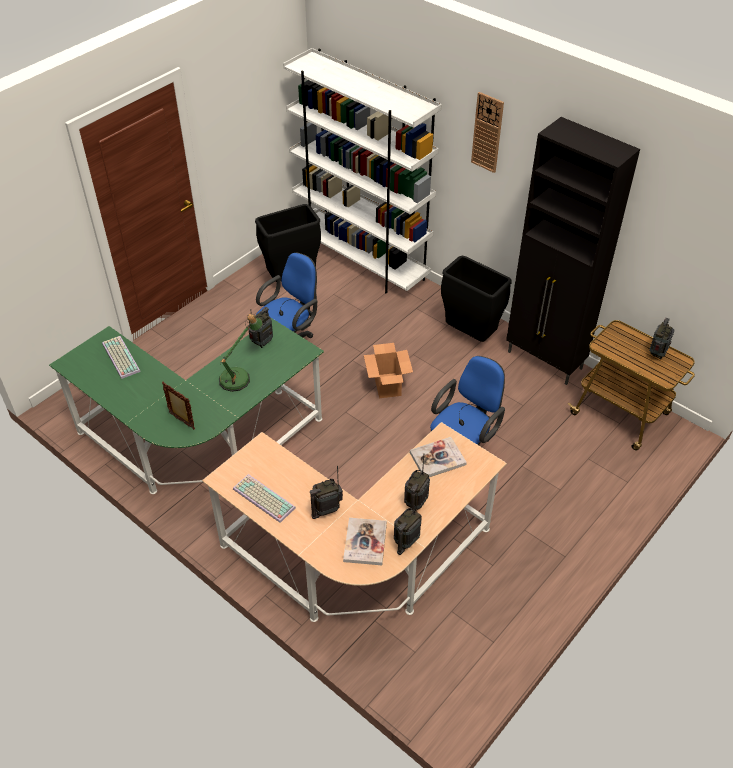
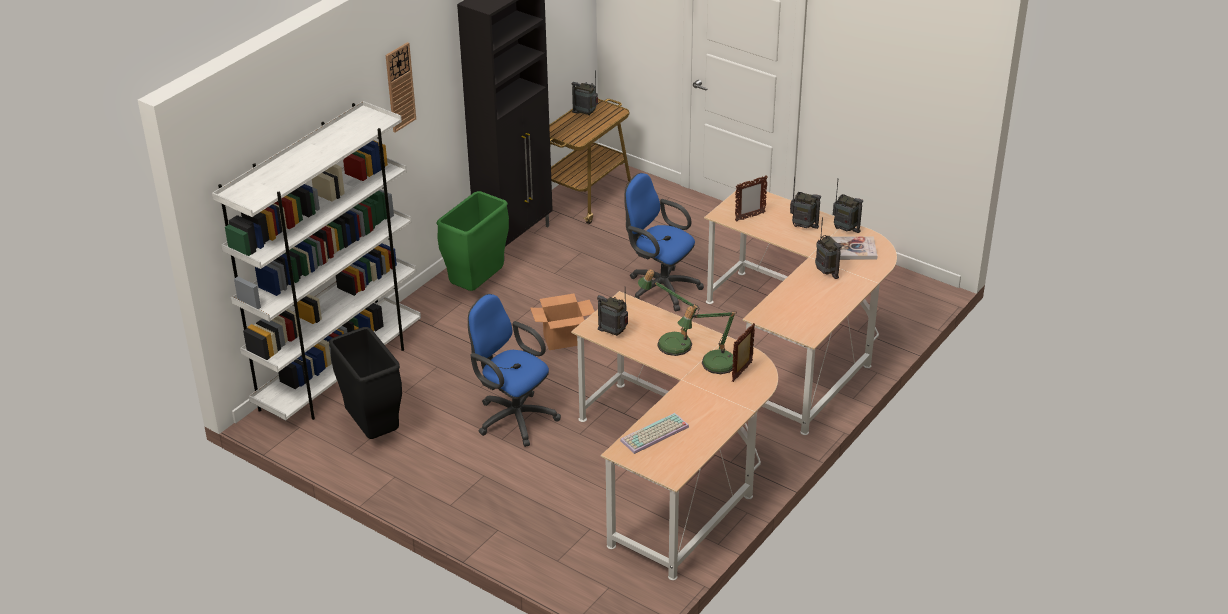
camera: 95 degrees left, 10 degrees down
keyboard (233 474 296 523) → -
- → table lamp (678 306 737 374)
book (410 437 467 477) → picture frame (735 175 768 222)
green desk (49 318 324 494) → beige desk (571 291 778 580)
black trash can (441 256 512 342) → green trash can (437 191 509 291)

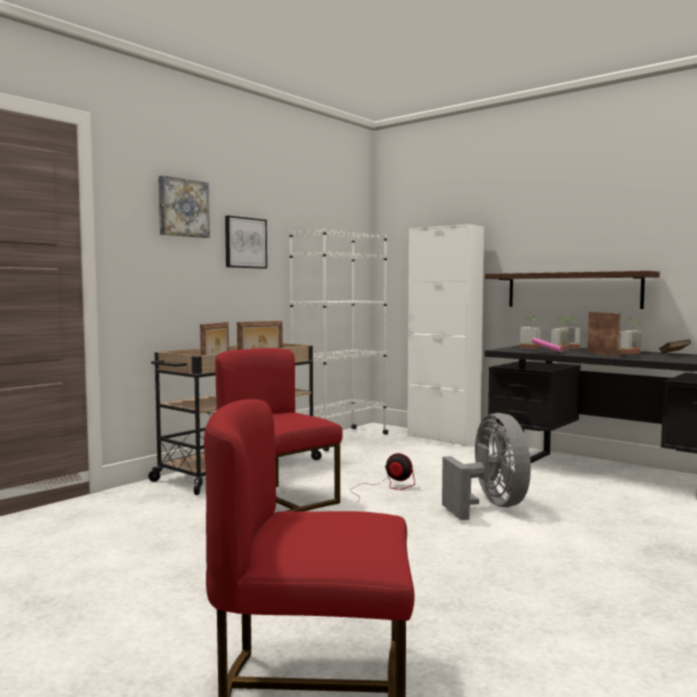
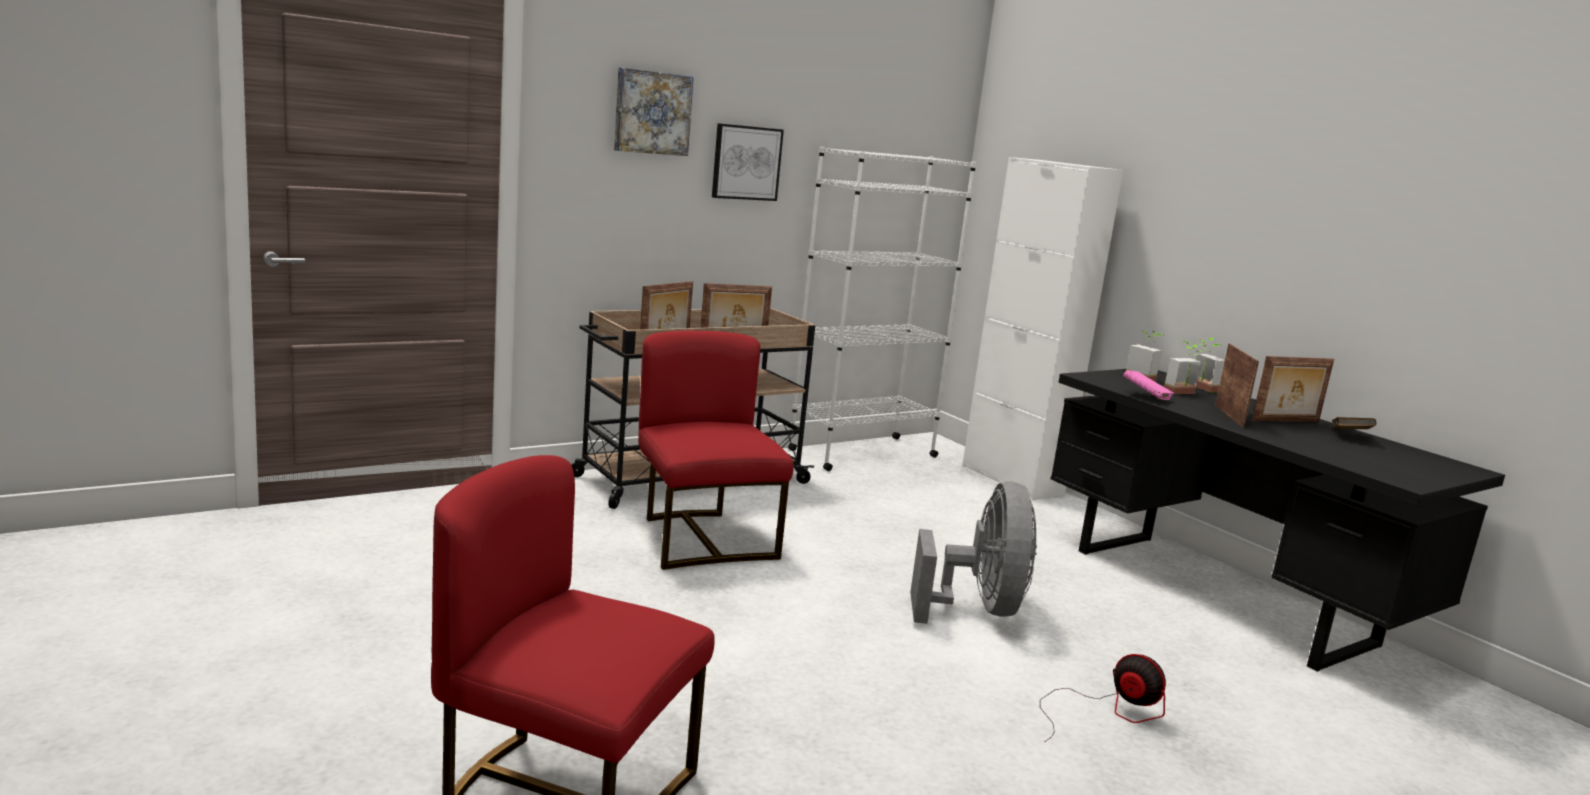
camera: 15 degrees right, 10 degrees up
shelf (485 271 660 309) → -
fan (350 453 415 502) → fan (1040 654 1166 742), move
potted plant (620 318 641 354) → picture frame (1252 356 1334 422)

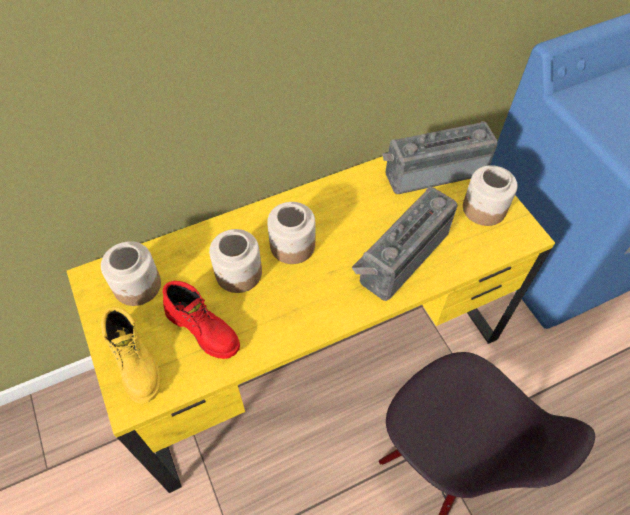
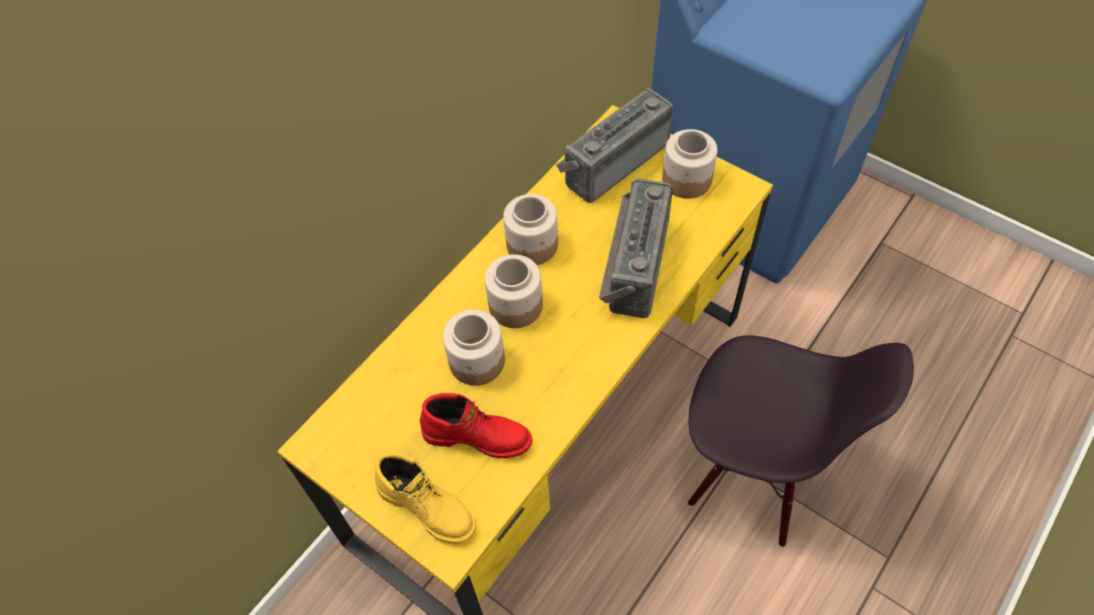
camera: 25 degrees left, 0 degrees up
jar (101 241 161 306) → jar (503 194 558 265), move

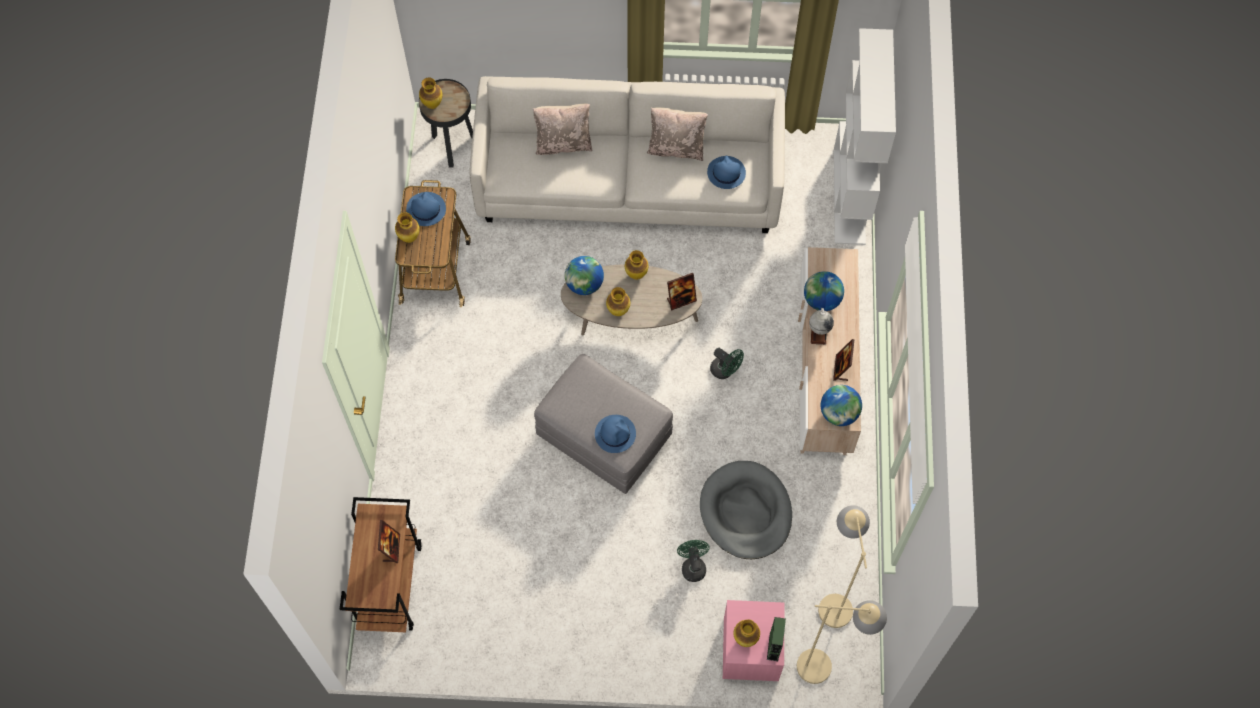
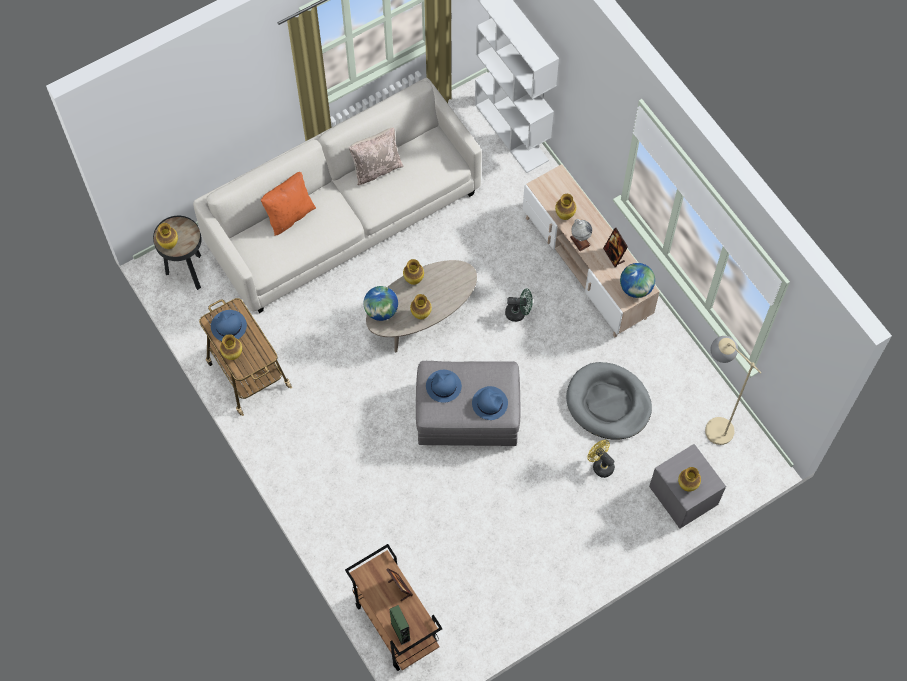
camera: 35 degrees left, 0 degrees up
picture frame (667 273 697 310) → -
beige floor lamp (797 600 887 684) → -
blue hat (707 155 746 189) → blue hat (426 370 462 403), move
green speaker (767 617 786 661) → green speaker (389 605 411 645), move
globe (804 271 844 311) → vase (555 194 576 220)
beige pillow (533 103 593 155) → orange pillow (261 172 316 236)
green fan (677 540 710 582) → yellow fan (587 440 615 478)
pink nightstand (723 600 785 681) → grey nightstand (649 444 726 529)

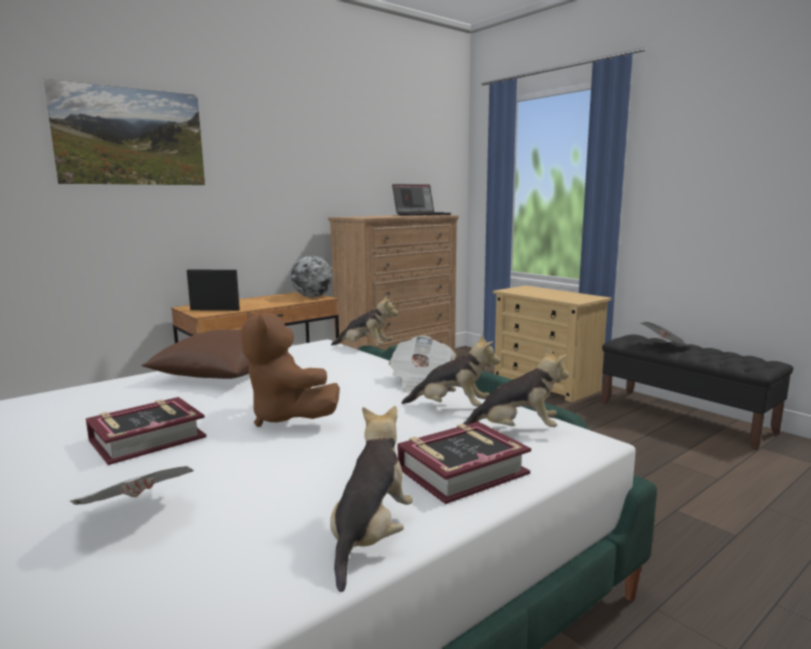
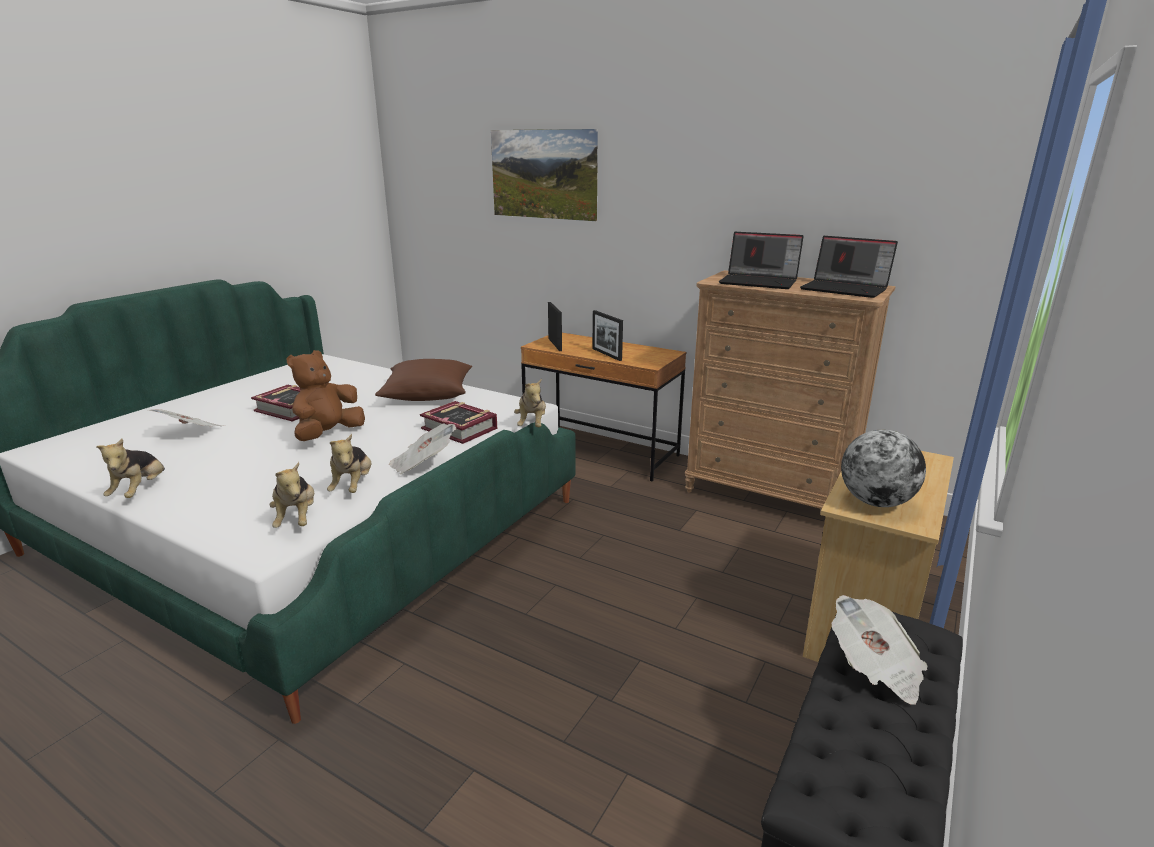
camera: 70 degrees right, 10 degrees up
- → picture frame (592 310 623 361)
- → laptop (719 232 804 289)
globe (291 256 333 298) → globe (841 430 926 507), move
book (398 422 531 504) → book (420 401 497 444), move
plush toy (330 406 413 592) → plush toy (96 439 165 498), 90 degrees clockwise

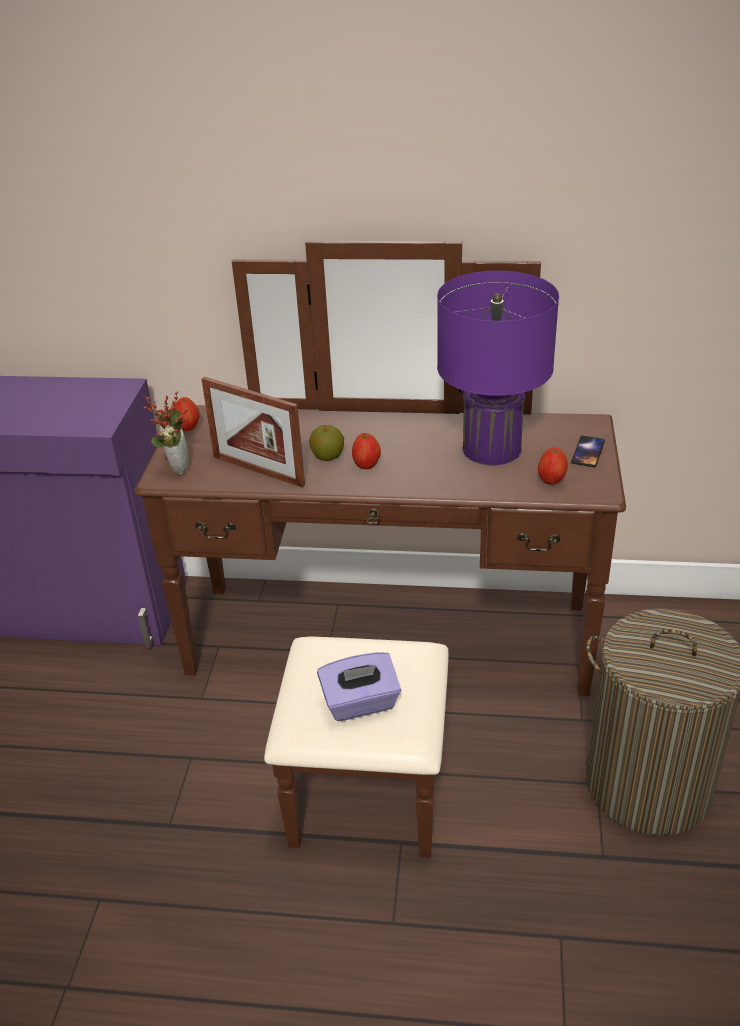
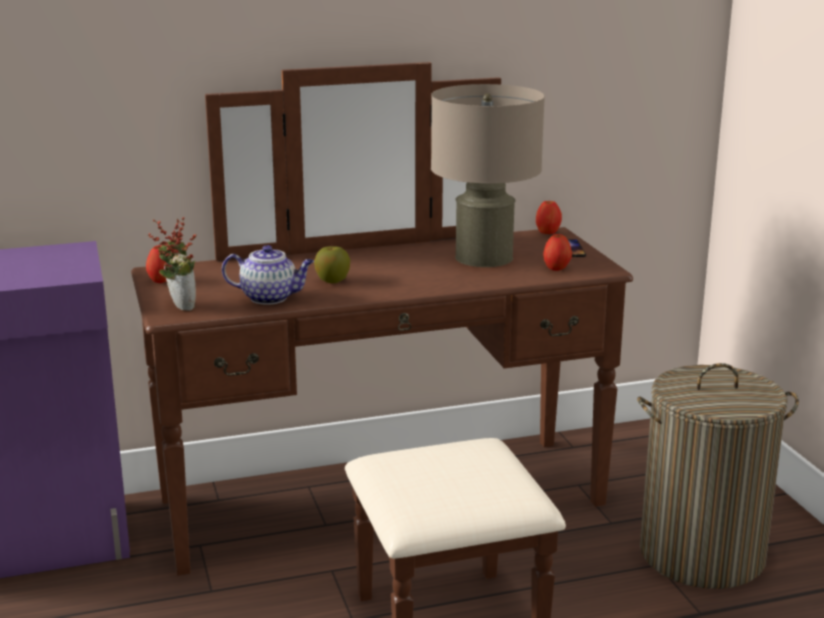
camera: 25 degrees left, 15 degrees down
purple tissue box (317 652 401 721) → -
apple (352 433 381 469) → apple (536 201 562 234), move
picture frame (201 377 305 487) → teapot (222 245 314 305)
purple table lamp (437 271 559 466) → beige table lamp (431 84 545 267)

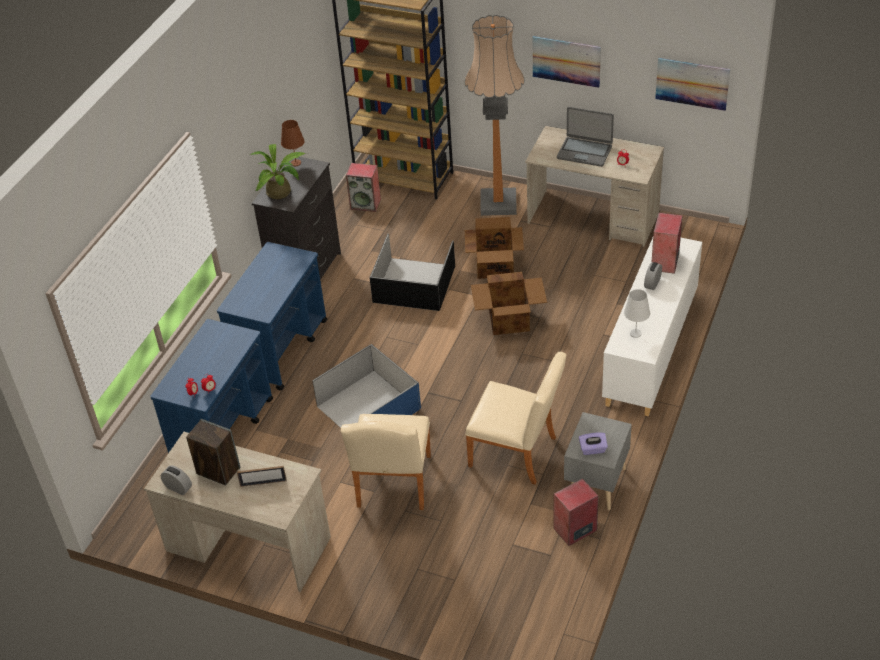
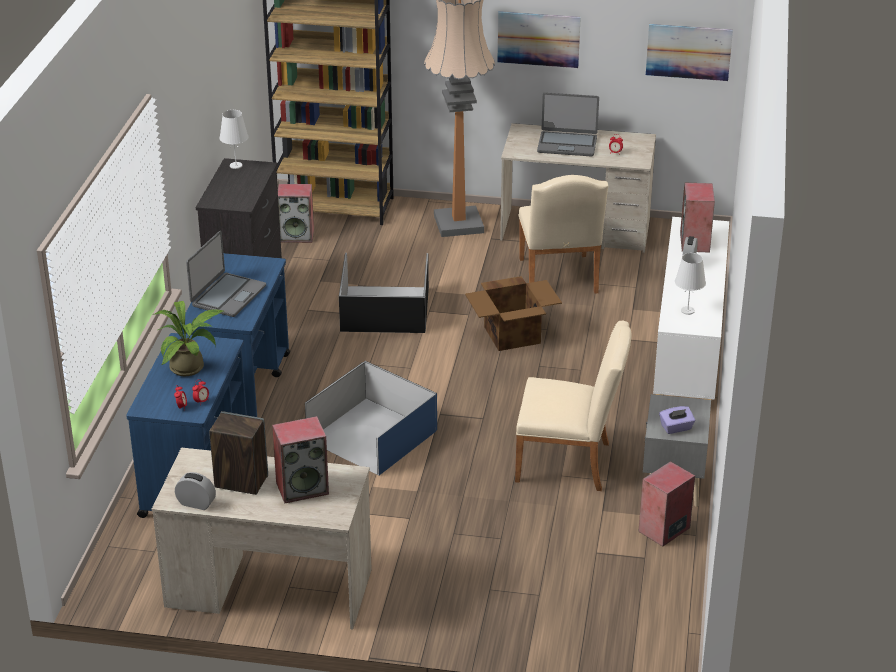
camera: 15 degrees left, 10 degrees down
cardboard box (465 217 524 279) → -
- → laptop (186 231 266 317)
potted plant (250 144 306 199) → potted plant (155 301 223 376), move
beige chair (341 414 431 510) → beige chair (518 175 608 294), move
picture frame (237 466 287 487) → speaker (272 416 329 503)
brown table lamp (281 120 304 166) → white table lamp (219 110 248 169)

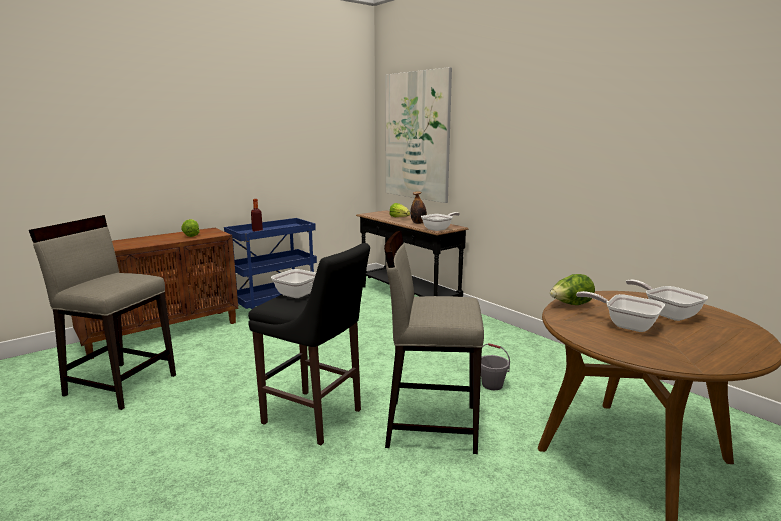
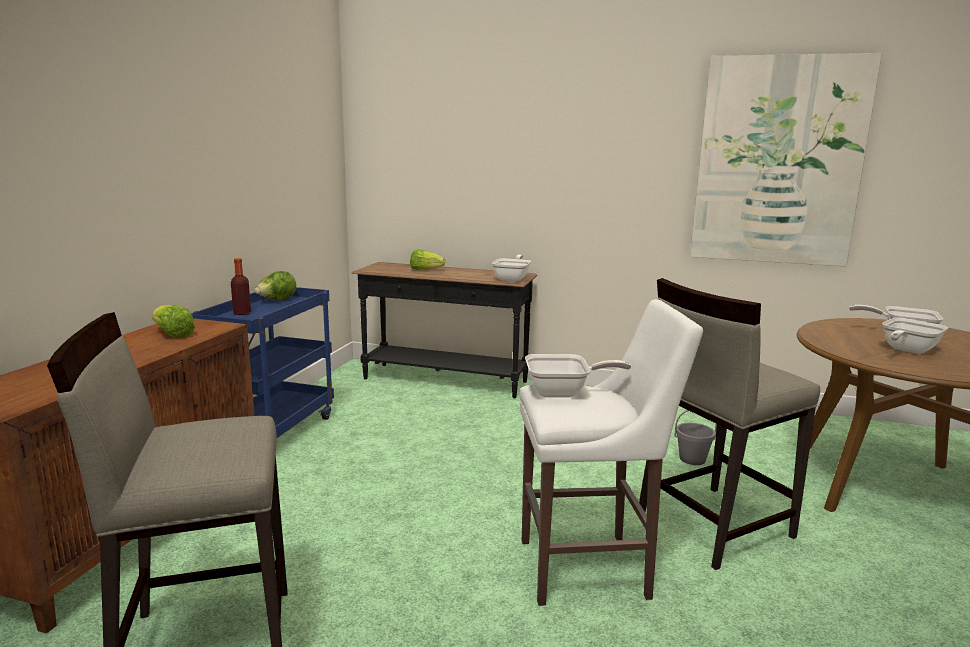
camera: 35 degrees left, 0 degrees up
bottle (411 191 427 224) → -
picture (385 67 452 203) → picture (690 53 882 267), move
lettuce (550 274 595 305) → lettuce (255 271 296 300), move
black stool (248 243 370 445) → white stool (520 299 703 606)
frying pan (576 291 665 332) → frying pan (882 318 948 354), 45 degrees counterclockwise

